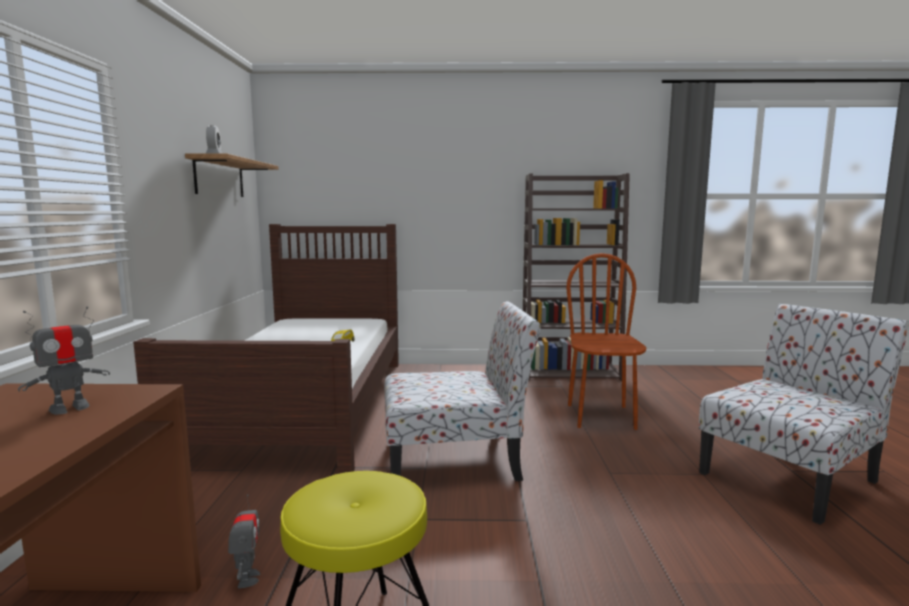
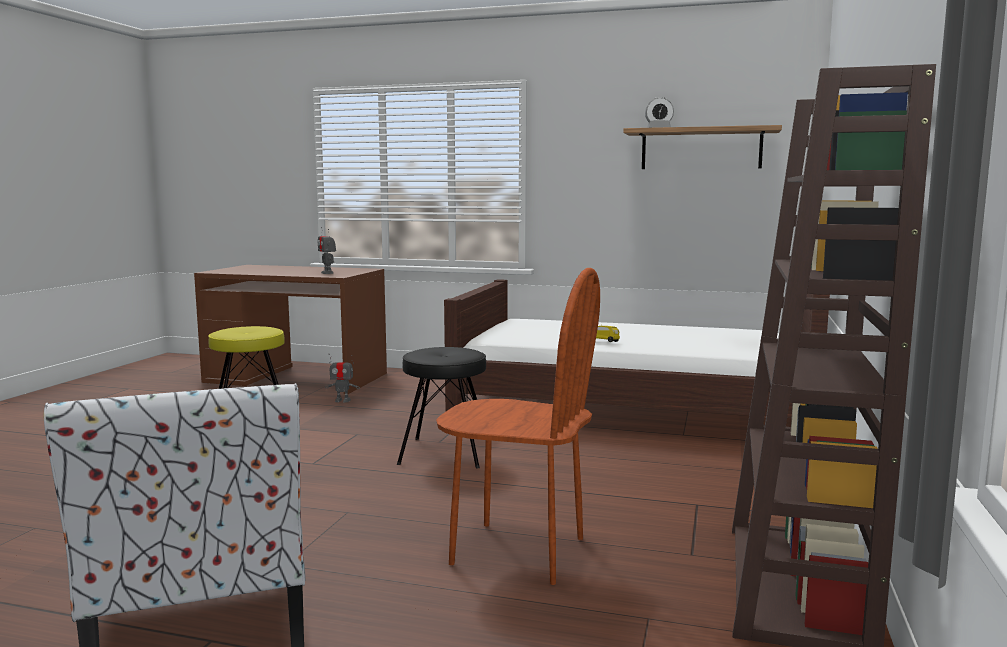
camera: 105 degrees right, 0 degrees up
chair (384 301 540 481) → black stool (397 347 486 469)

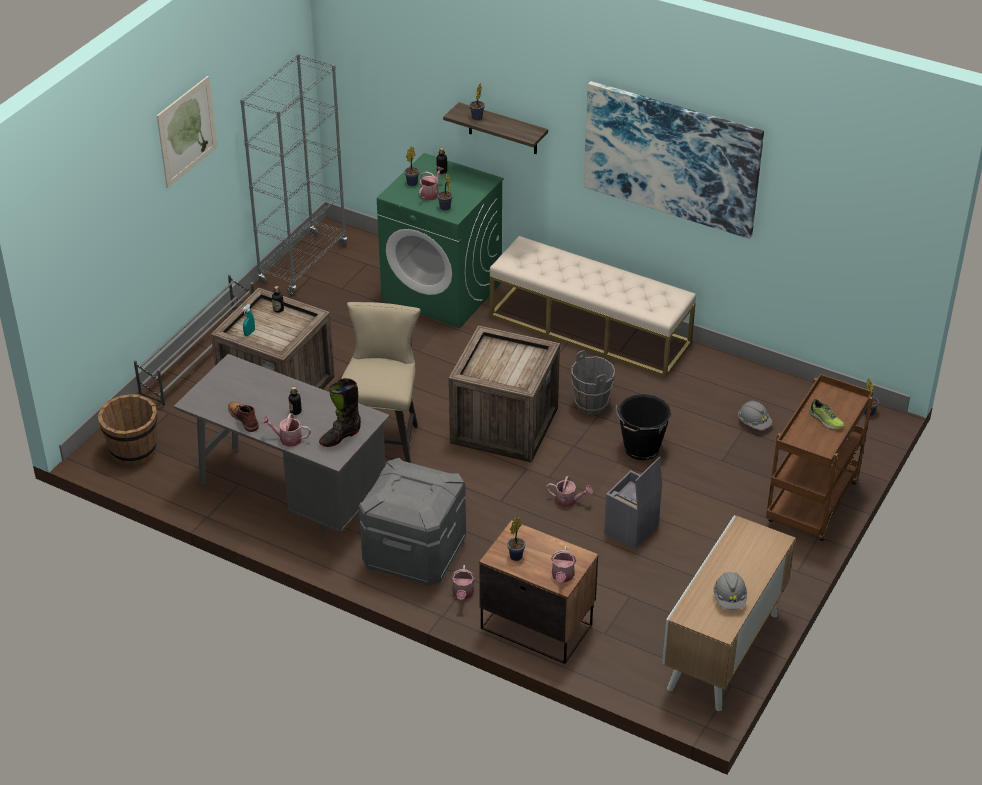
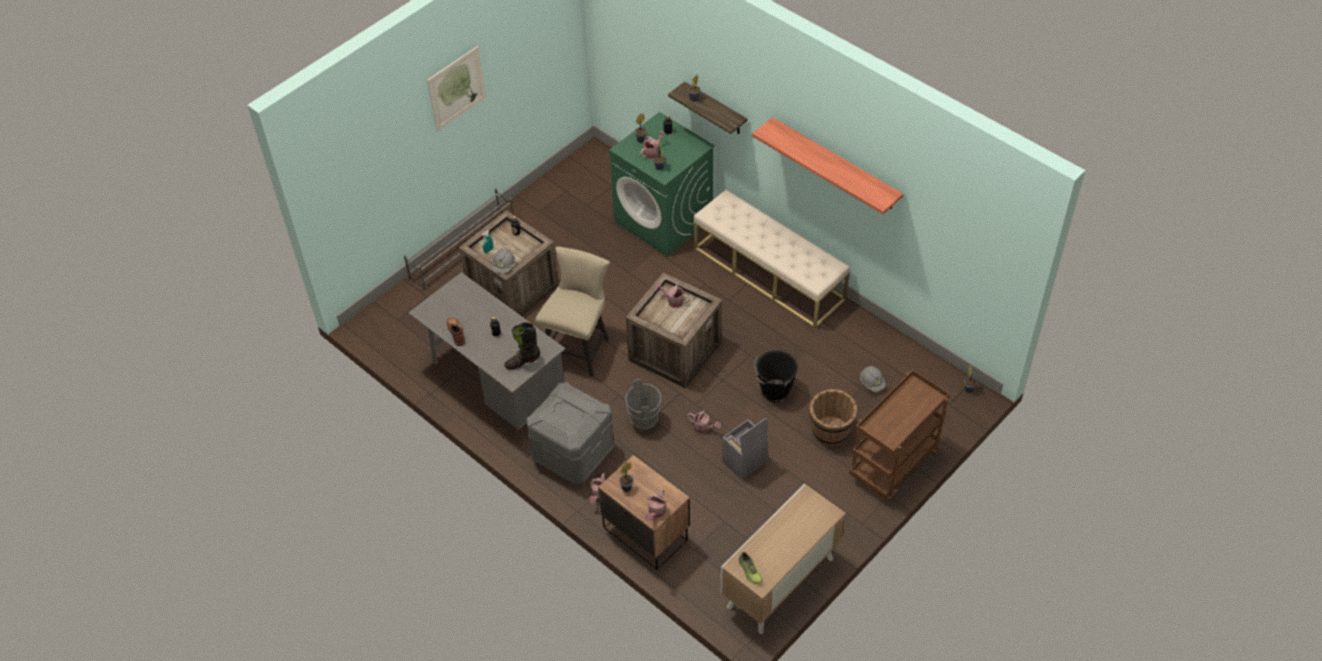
camera: 15 degrees right, 10 degrees up
grey bookcase (240 54 347 294) → -
brown bucket (98 394 157 465) → brown bucket (810 389 857 446), move
watering can (261 413 311 447) → watering can (656 283 690 308), move
grey bucket (571 350 615 415) → grey bucket (625 379 661 431), move
grey hard hat (713 572 747 610) → grey hard hat (492 248 515 273), move
shoe (809 399 845 430) → shoe (739 552 763 584), move
picture (584 81 764 239) → shelf (752 117 903 214)

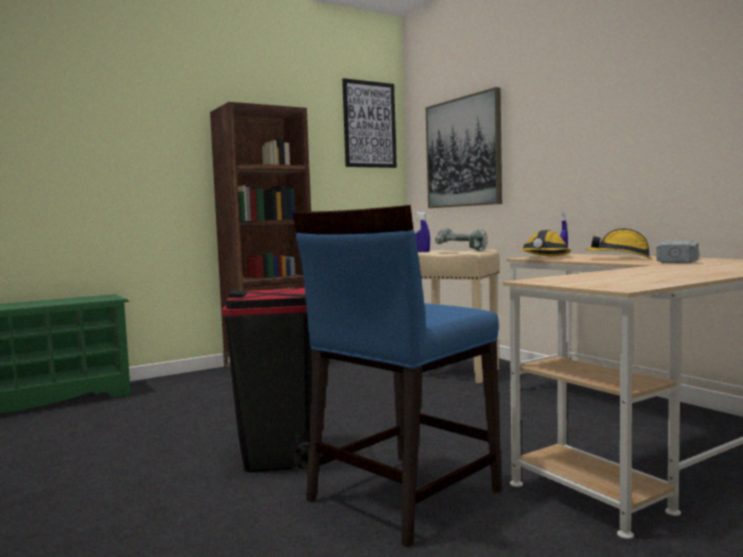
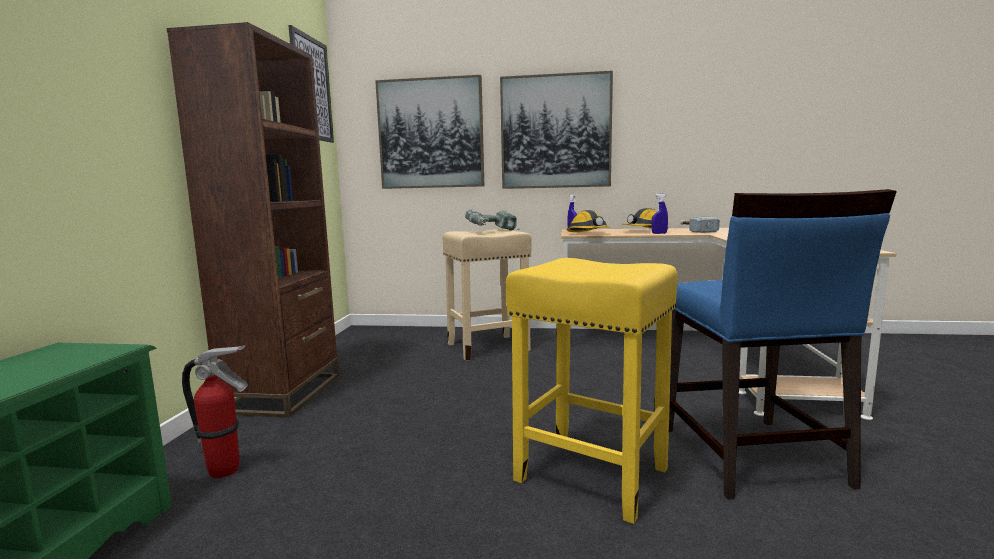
camera: 50 degrees left, 5 degrees up
- → fire extinguisher (182 345 248 478)
- → picture (500 71 613 189)
blue spray bottle (415 212 430 252) → blue spray bottle (651 194 668 234), move
black trash can (222 287 312 472) → yellow stool (506 258 678 524)

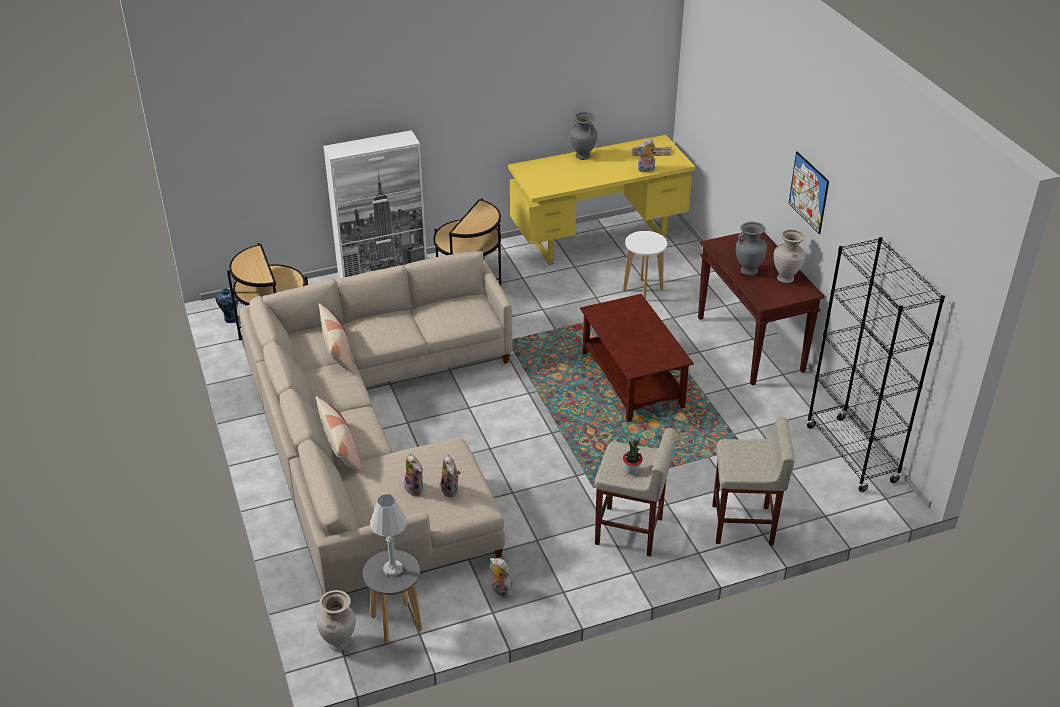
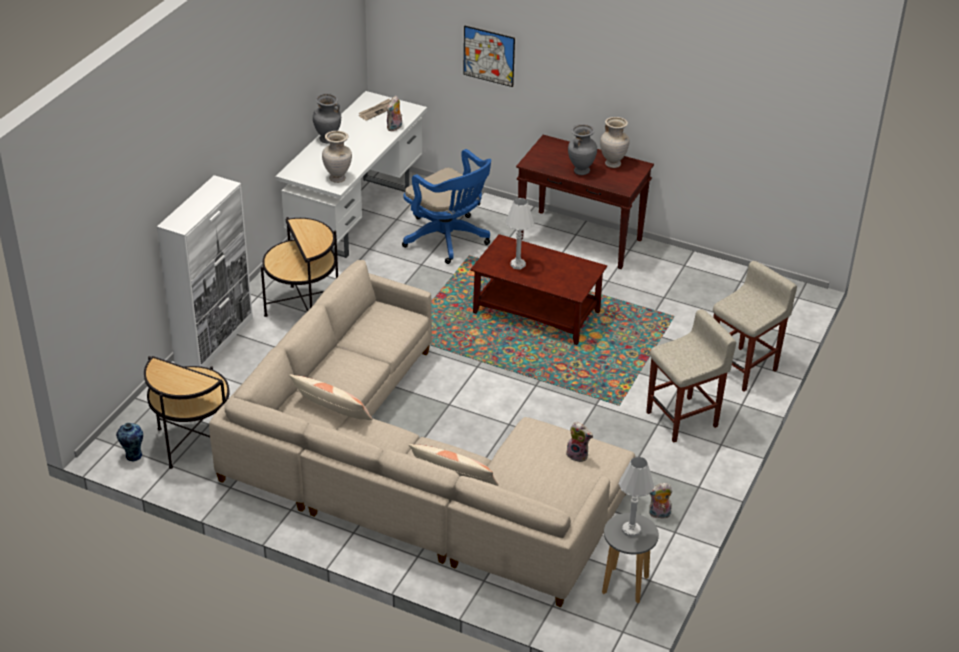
camera: 45 degrees left, 0 degrees up
plush toy (404 454 423 496) → -
potted plant (623 438 643 475) → -
black bookcase (806 237 945 492) → -
- → white table lamp (506 198 534 270)
beige vase (317 590 356 651) → beige vase (322 131 352 183), move
picture (788 152 829 234) → picture (463 26 515 87), move
white stool (623 231 667 299) → blue office chair (402 149 491 264)
yellow desk (508 135 695 265) → white desk (275 91 427 258)

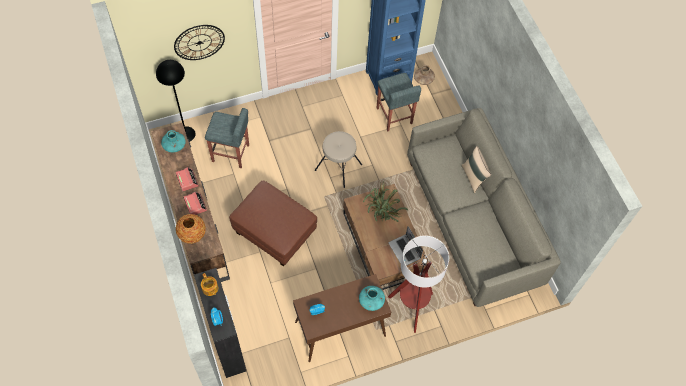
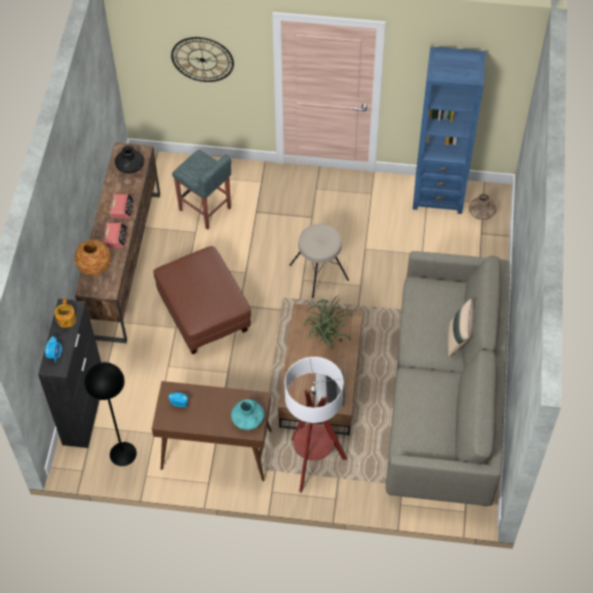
camera: 30 degrees right, 5 degrees down
grey stool (377 73 421 131) → -
black floor lamp (156 60 196 141) → black floor lamp (84 362 137 466), move
turquoise vase (161 130 186 153) → black vase (115 146 144 173)

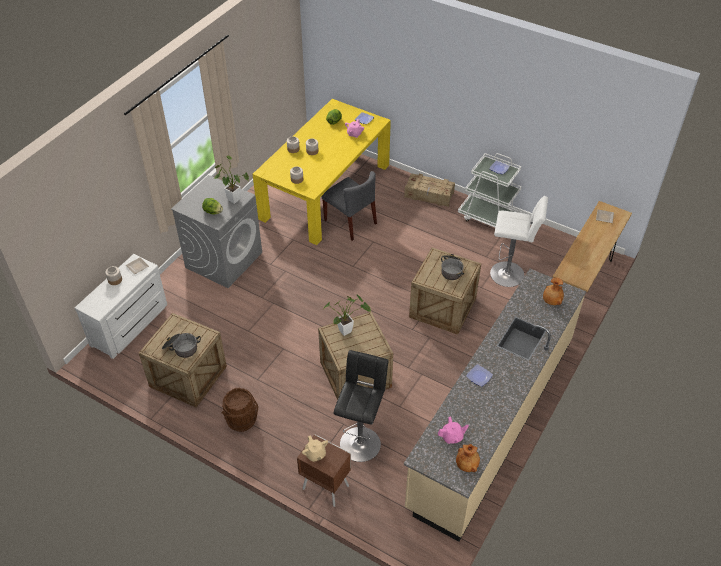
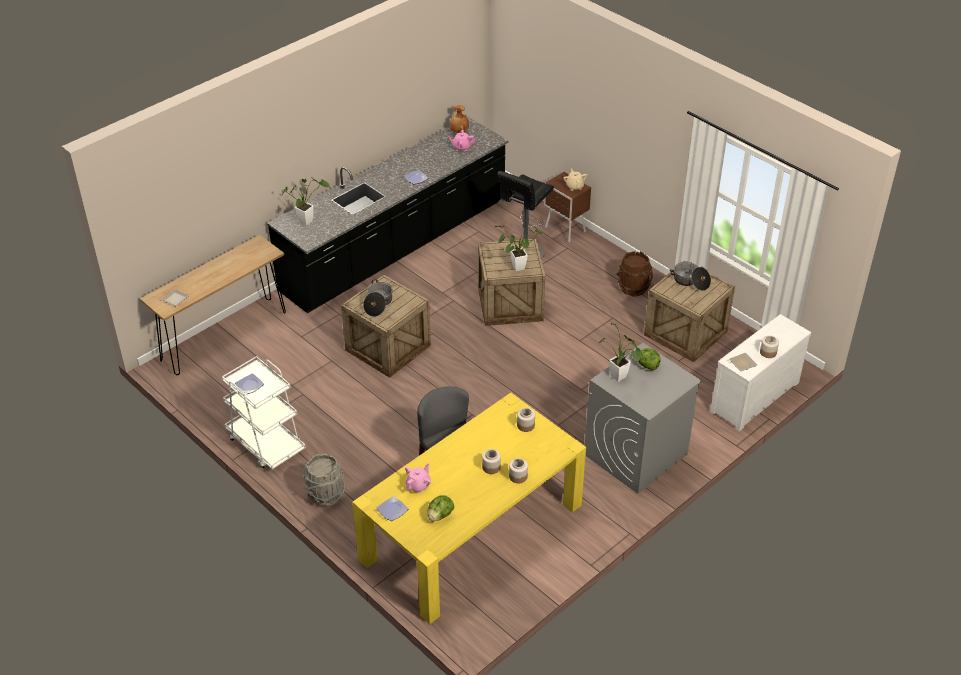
camera: 165 degrees left, 5 degrees down
white stool (490 196 548 287) → -
crate (404 173 455 207) → grey bucket (303 453 345 506)
brown vase (543 278 564 305) → potted plant (282 176 330 226)
beige counter (404 269 586 542) → black counter (267 117 509 313)

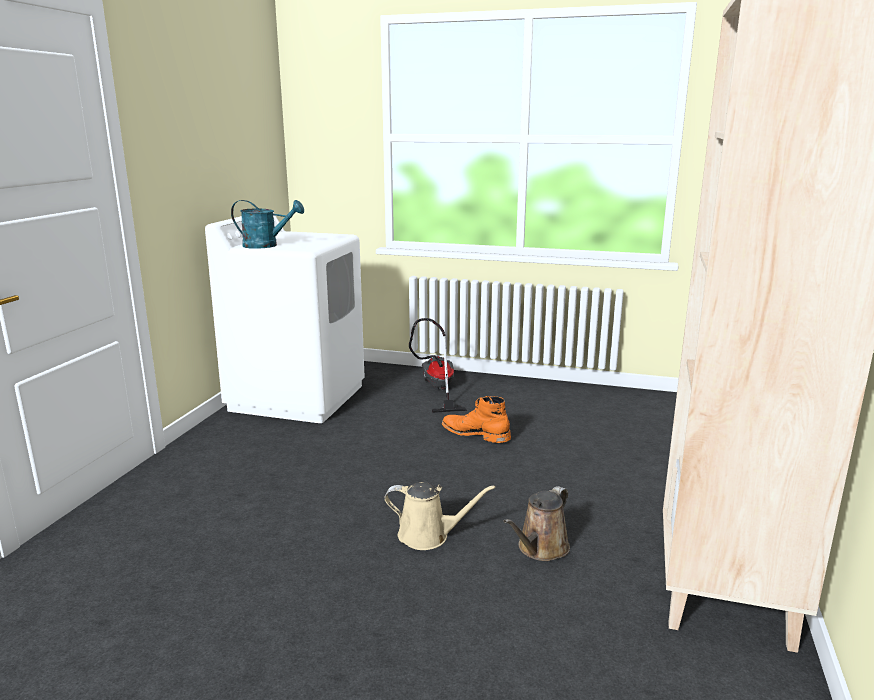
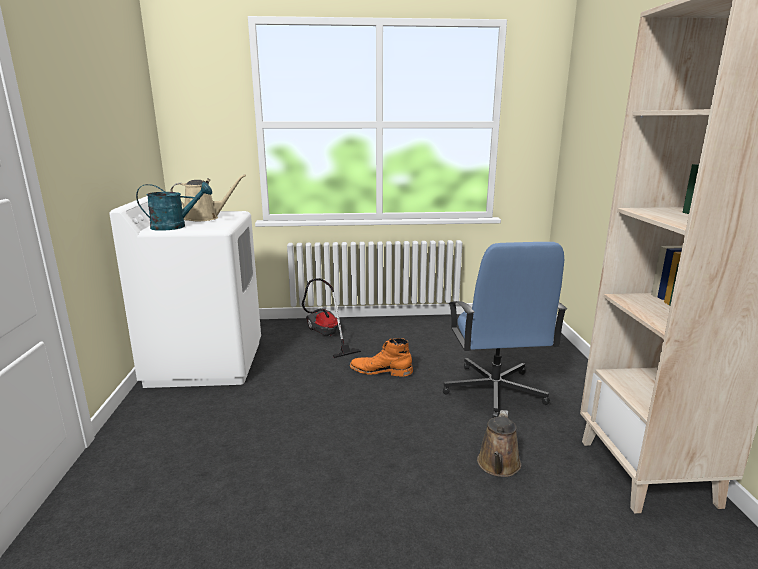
camera: 20 degrees left, 0 degrees up
- → blue office chair (443 242 567 418)
beige watering can (384 482 495 550) → beige watering can (170 174 246 221), move

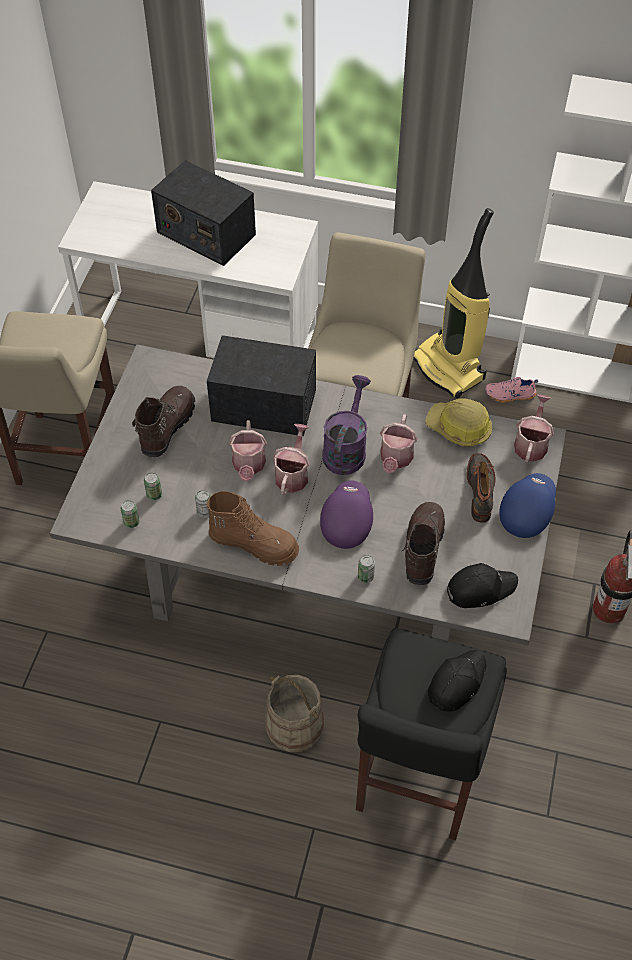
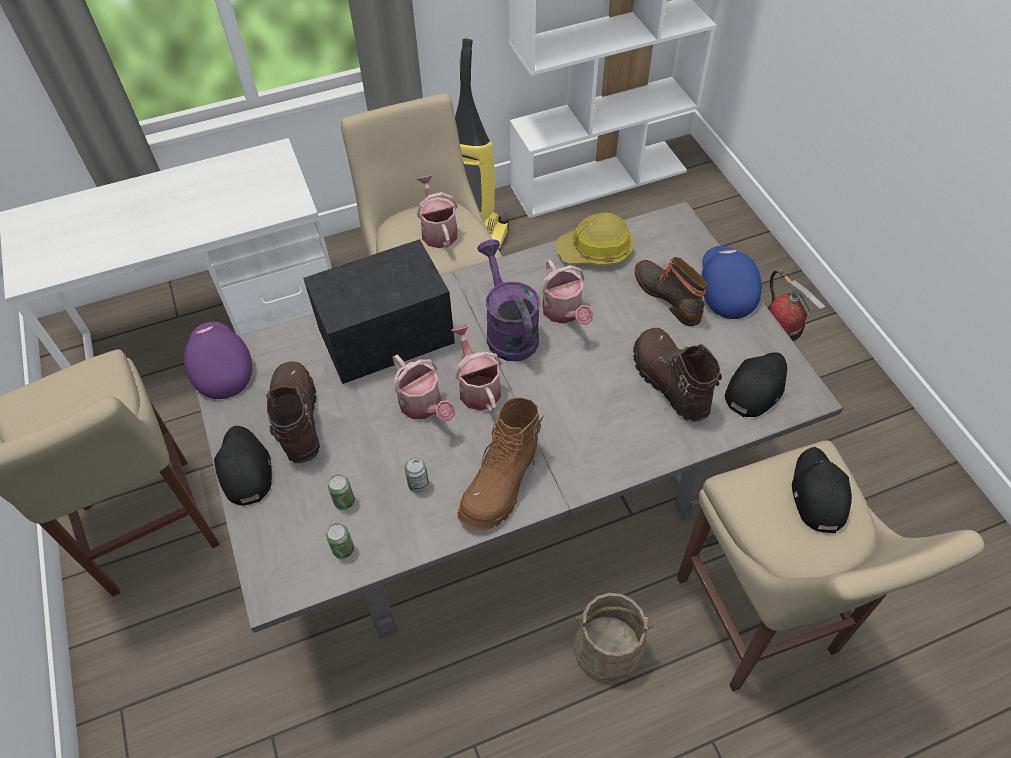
camera: 35 degrees left, 0 degrees up
radio (151 160 256 266) → -
can (358 555 375 583) → -
pink shoe (485 377 538 403) → -
- → black cap (214 426 272 506)
purple cap (320 481 373 549) → purple cap (184 322 252 399), move
watering can (514 394 554 463) → watering can (417 175 458 248), move
black stool (356 628 507 840) → beige stool (677 440 985 692)
brown boot (207 491 299 566) → brown boot (458 397 544 530), 135 degrees clockwise

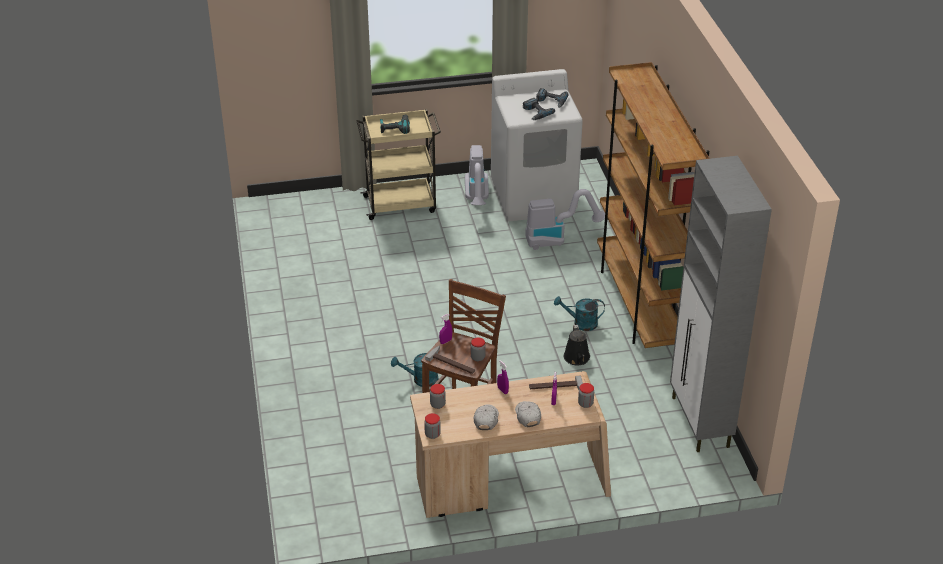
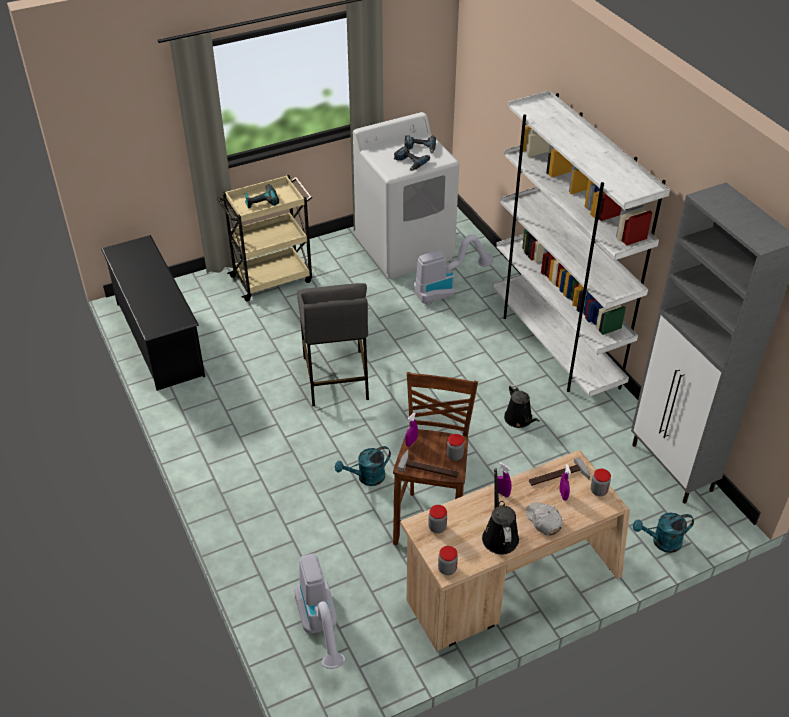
camera: 15 degrees left, 5 degrees up
- → black shoe rack (101 235 205 391)
- → grey stool (297 283 369 407)
vacuum cleaner (465 145 489 205) → vacuum cleaner (294 553 345 669), move
turquoise watering can (554 296 605 331) → turquoise watering can (633 512 694 553), move
white cap (473 405 499 430) → black watering can (482 468 519 554)
brown bookcase (597 62 710 348) → white bookcase (493 91 670 397)

